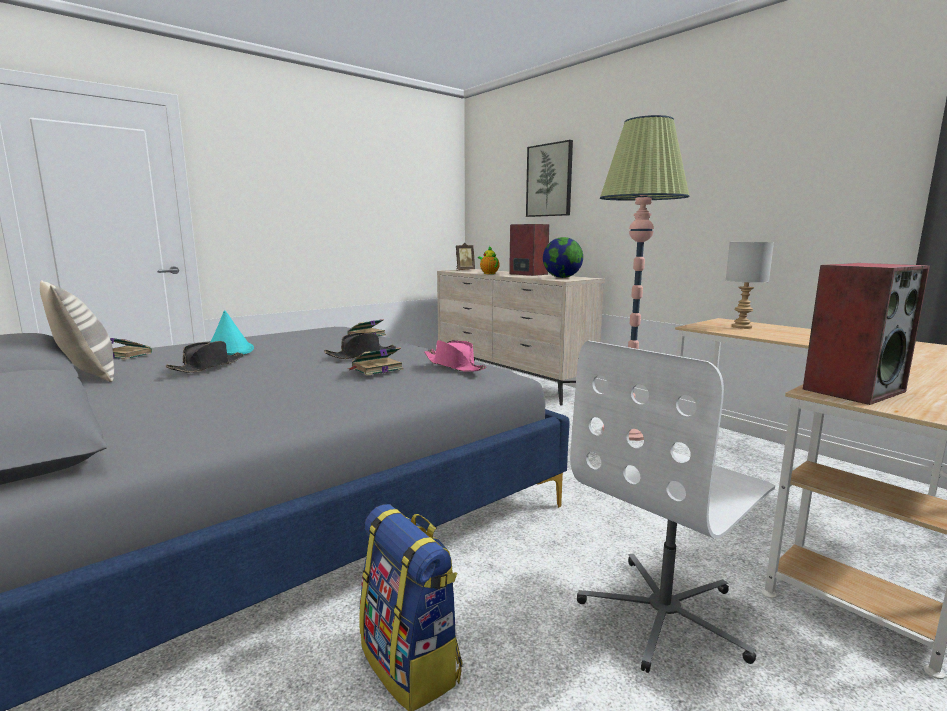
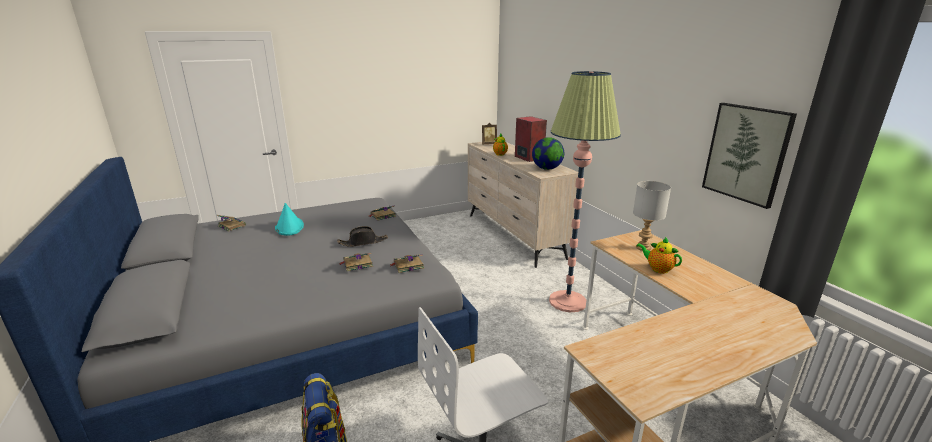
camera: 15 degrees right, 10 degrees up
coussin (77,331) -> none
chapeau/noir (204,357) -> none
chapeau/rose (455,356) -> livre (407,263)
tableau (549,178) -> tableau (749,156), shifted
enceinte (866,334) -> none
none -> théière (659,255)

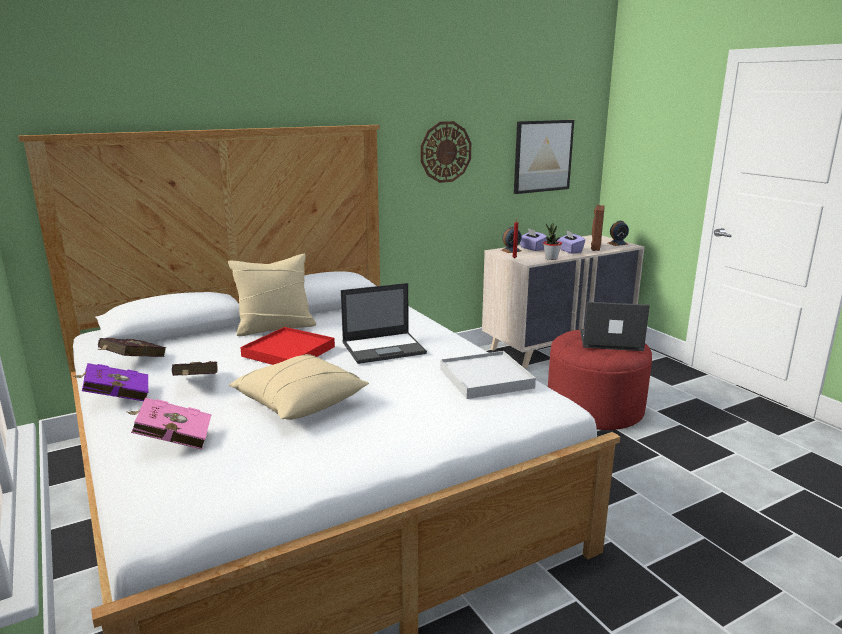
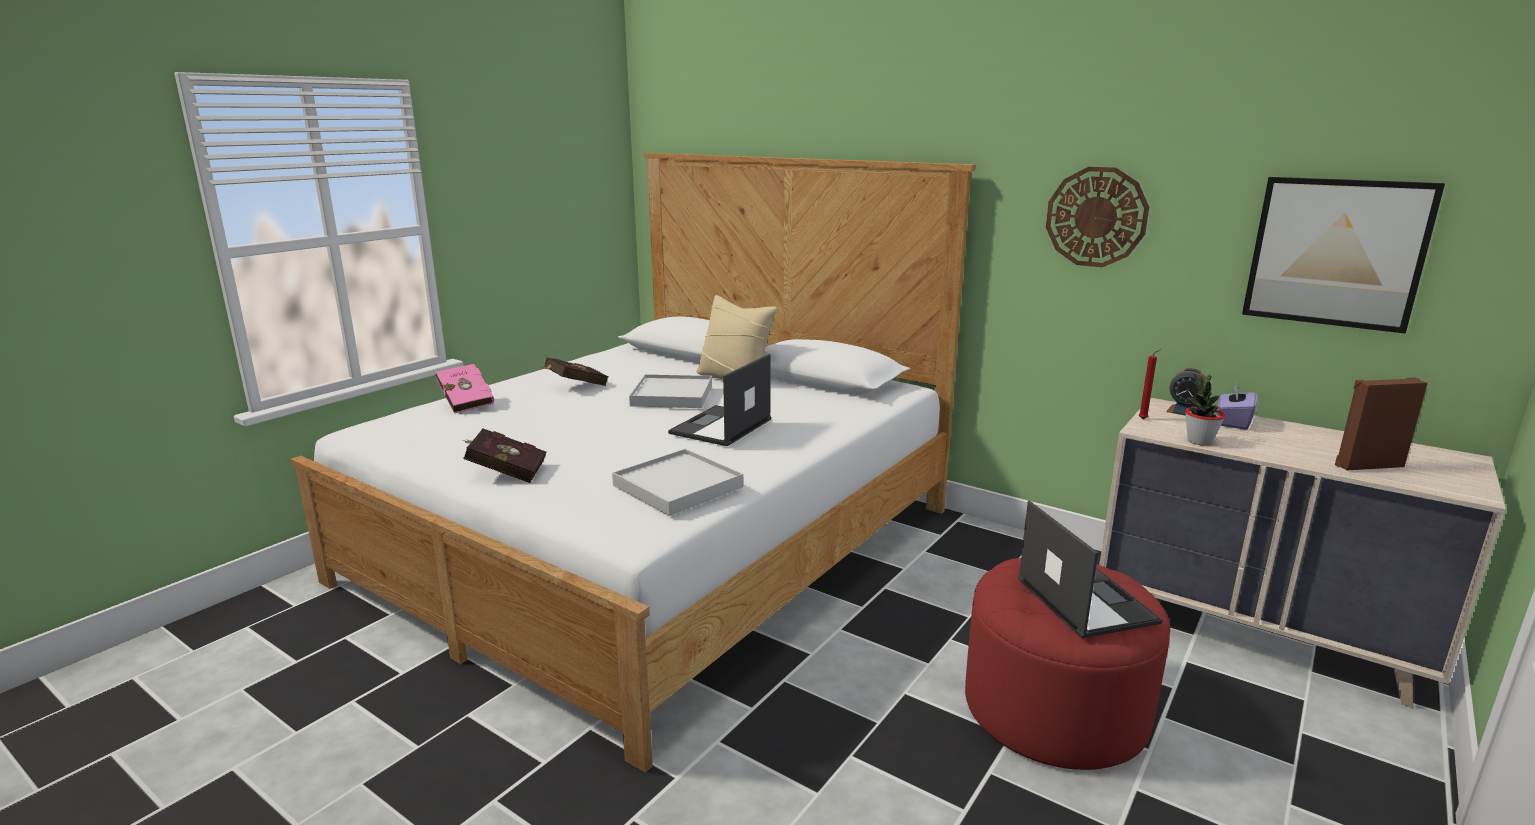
camera: 65 degrees right, 0 degrees up
livre/violet (111,382) -> none
livre/rouge (131,347) -> livre/rouge (504,456), shifted
coussin/beige (299,387) -> none
plateau/rouge (287,346) -> plateau/blanc (670,391)
ordinateur portable (384,323) -> ordinateur portable (719,400), 75 degrees clockwise
boîte à mouchoirs/violet (571,242) -> none
réveil (618,233) -> none

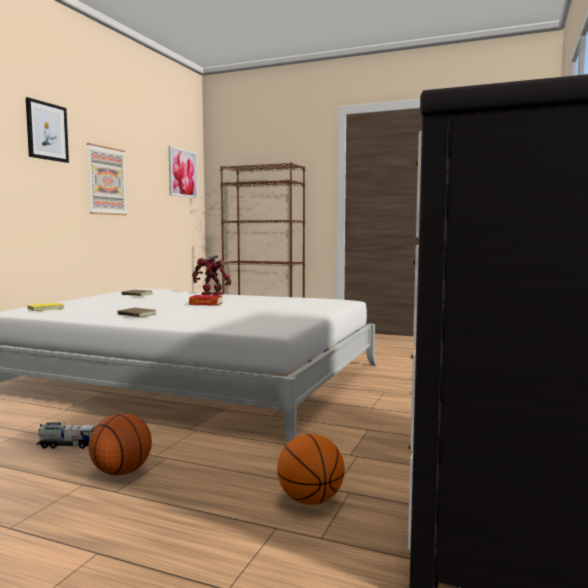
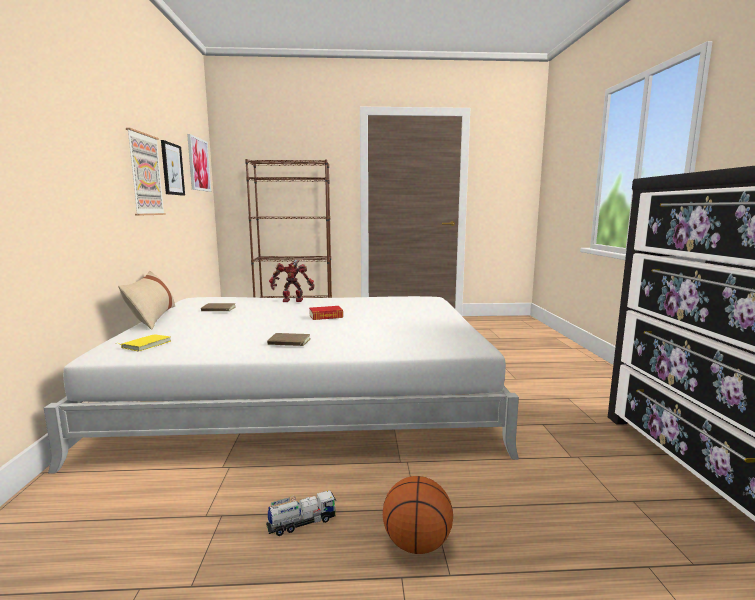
camera: 25 degrees left, 5 degrees up
tableau (47,130) -> tableau (173,168), shifted
ballon de basket (311,469) -> none
none -> coussin/beige (146,300)

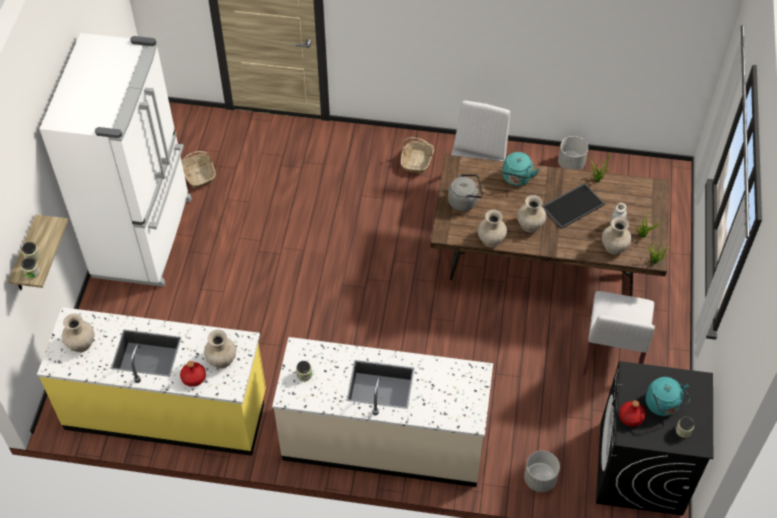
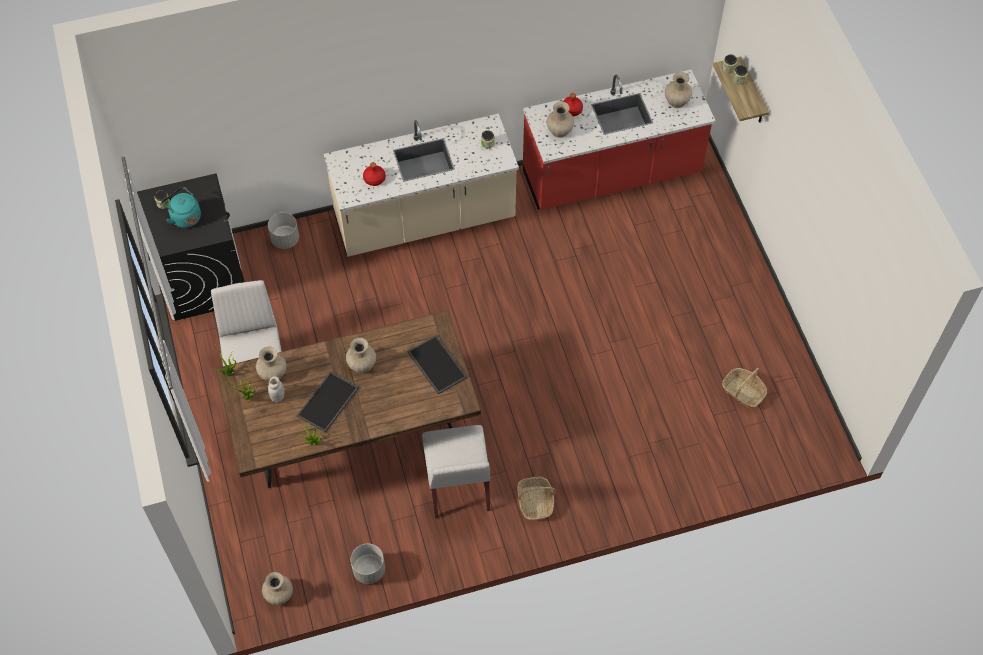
camera: 155 degrees right, 5 degrees up
comptoir de cuisine/jaune (151,381) -> comptoir de cuisine/rouge (619,139)
réfrigérateur/blanc (116,160) -> none
bouilloire/gris (465,192) -> plateau (437,364)
vase/beige (492,228) -> vase/beige (277,588), shifted
bouilloire/turquoise (520,169) -> none
bouteille/rouge (632,413) -> bouteille/rouge (374,174), shifted

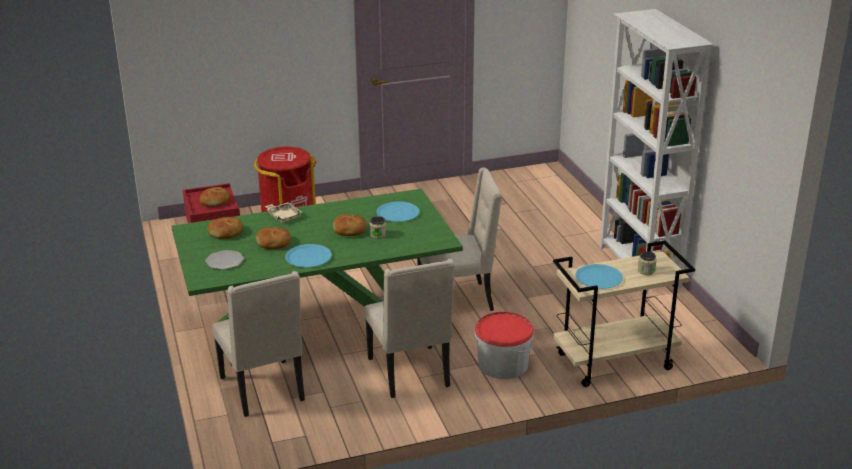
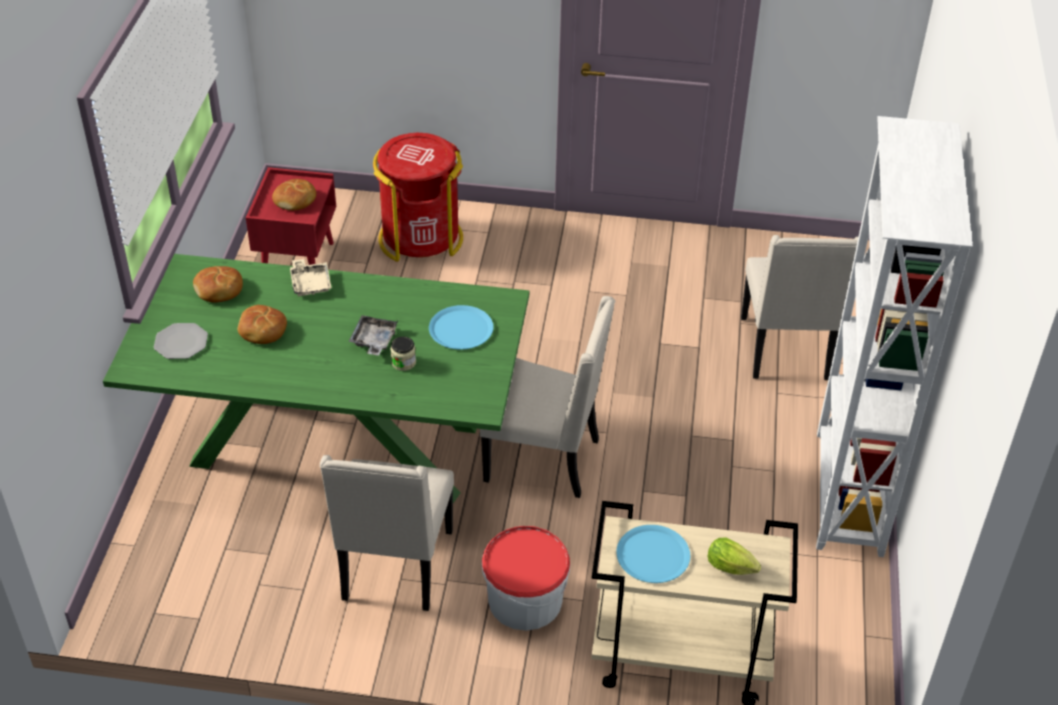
camera: 25 degrees right, 15 degrees up
chaise/beige (258,344) -> chaise/beige (799,307), shifted
assiette/bleu (308,255) -> none
pain (350,225) -> plateau/gris (373,335)
bocal (647,263) -> laitue (734,556)

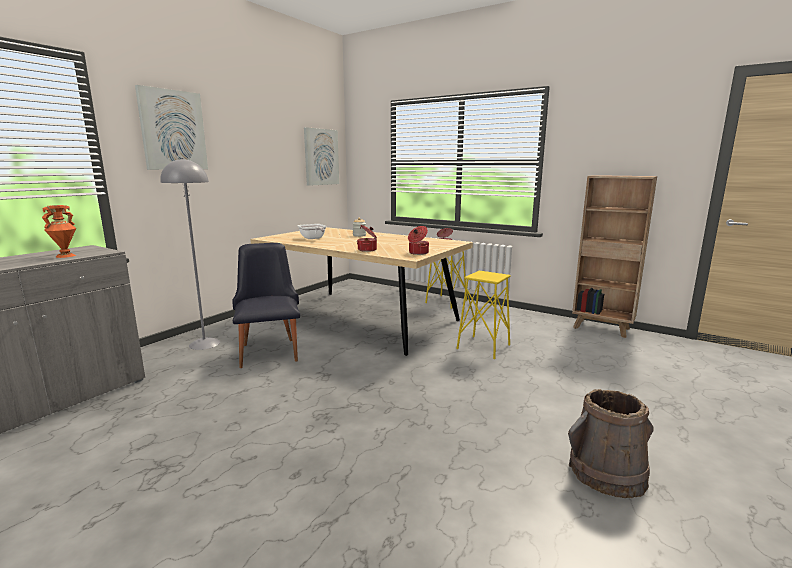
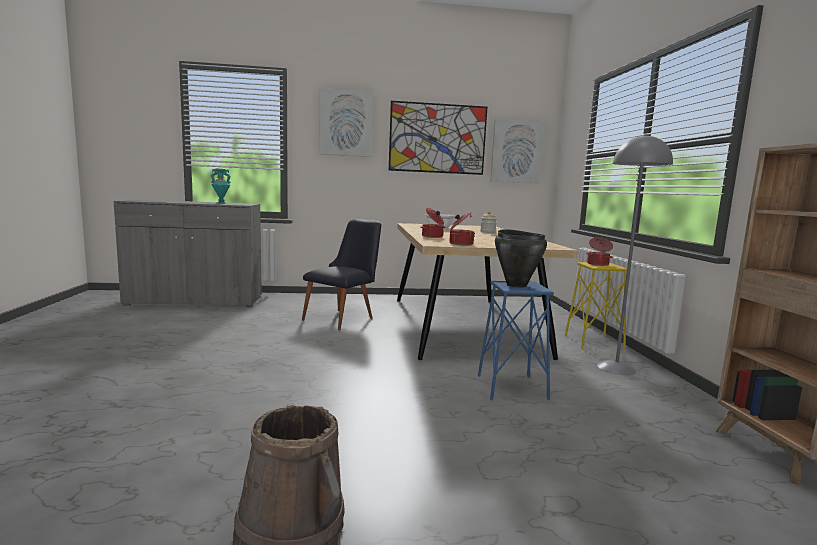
camera: 50 degrees right, 5 degrees down
vase/orange (59,231) -> vase/turquoise (221,186)
lampadaire/gris (190,254) -> lampadaire/gris (635,254), shifted
tabouret/jaune (483,315) -> tabouret/bleu (516,340)
none -> tableau (438,138)
none -> marmite/noir (521,258)

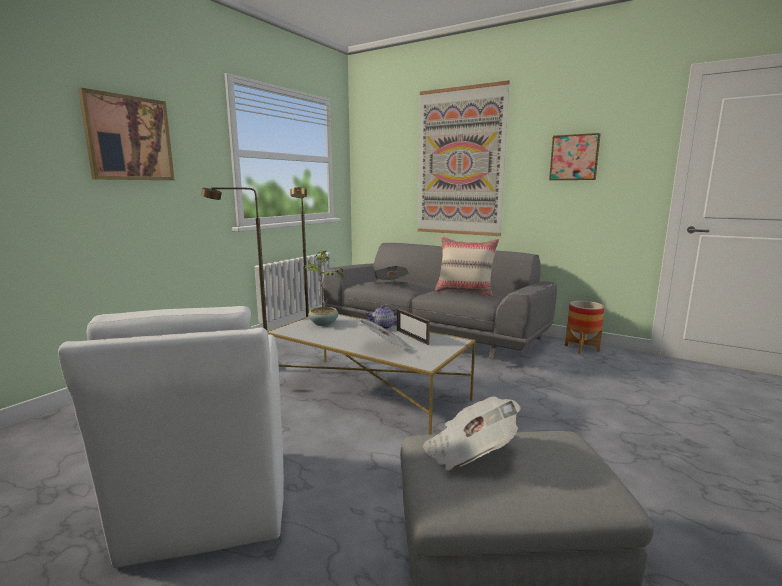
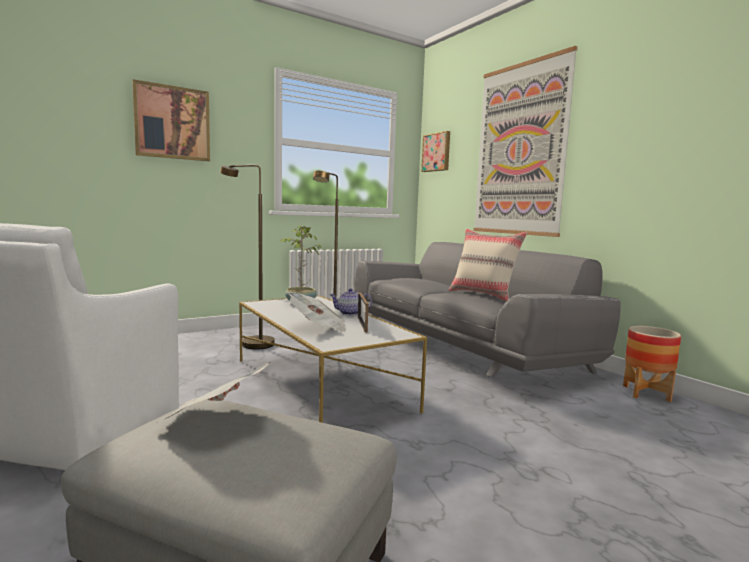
camera: 25 degrees right, 5 degrees down
journal (391,273) -> none
tableau (575,156) -> tableau (435,151), shifted

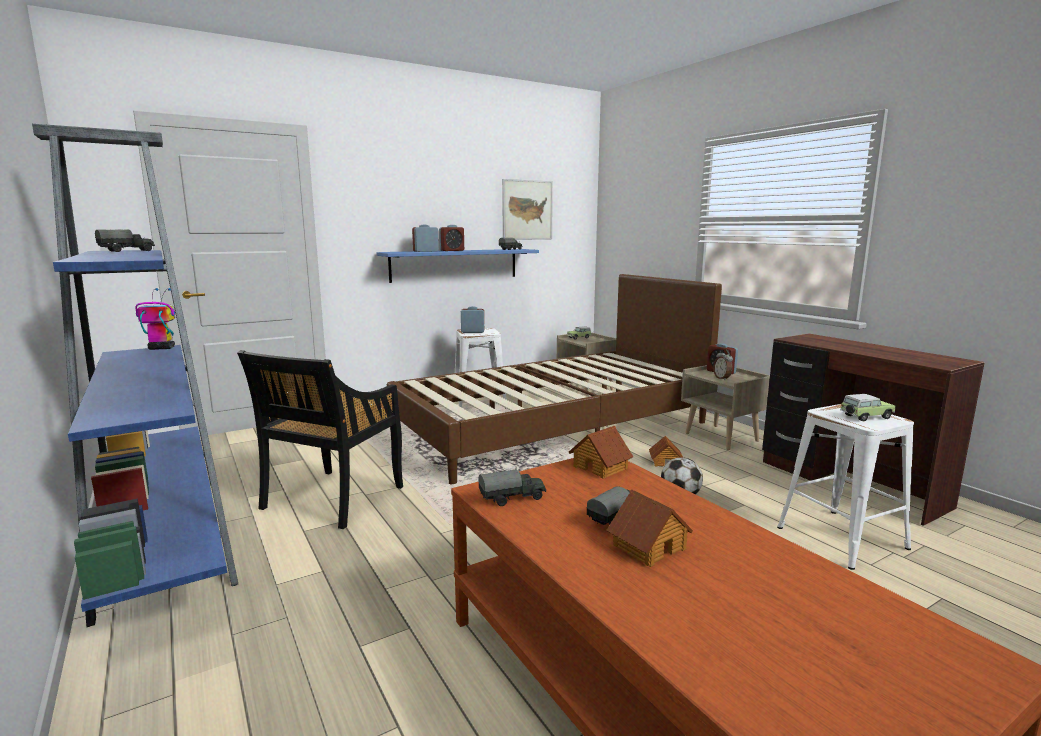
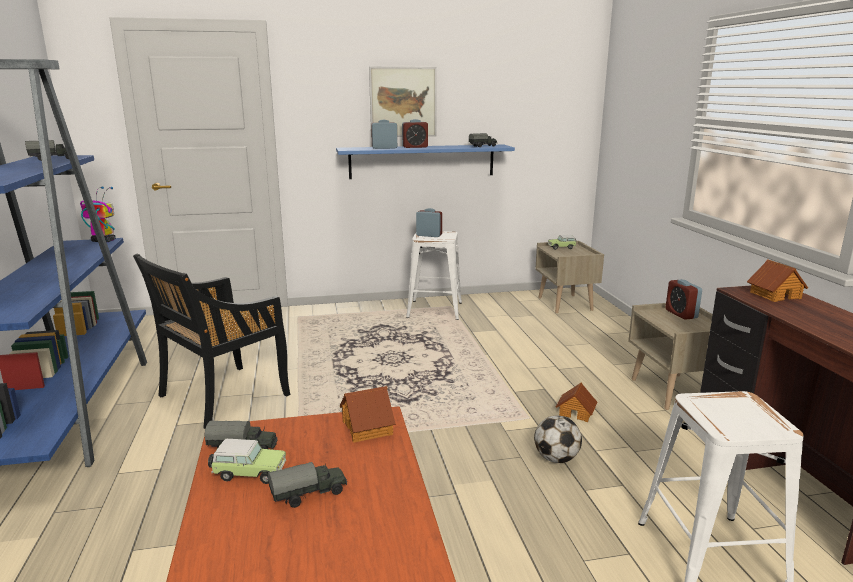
camera: 20 degrees right, 5 degrees up
lit/marron (554,379) -> none
tableau (527,209) -> tableau (403,102), shifted
maison miniature (650,528) -> maison miniature (777,280), shifted
réveil (723,365) -> none
petite voiture (868,407) -> petite voiture (247,461), shifted

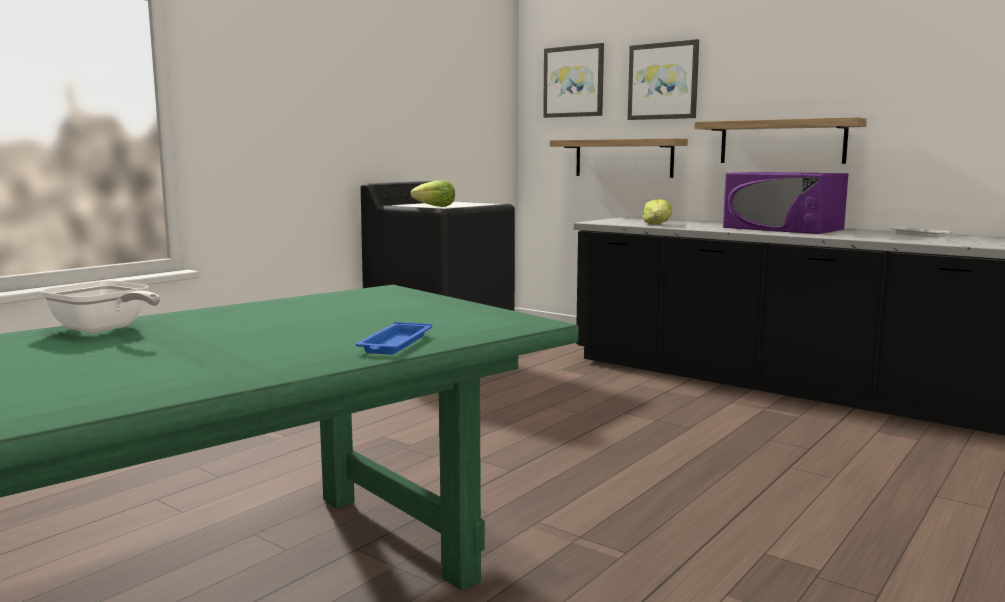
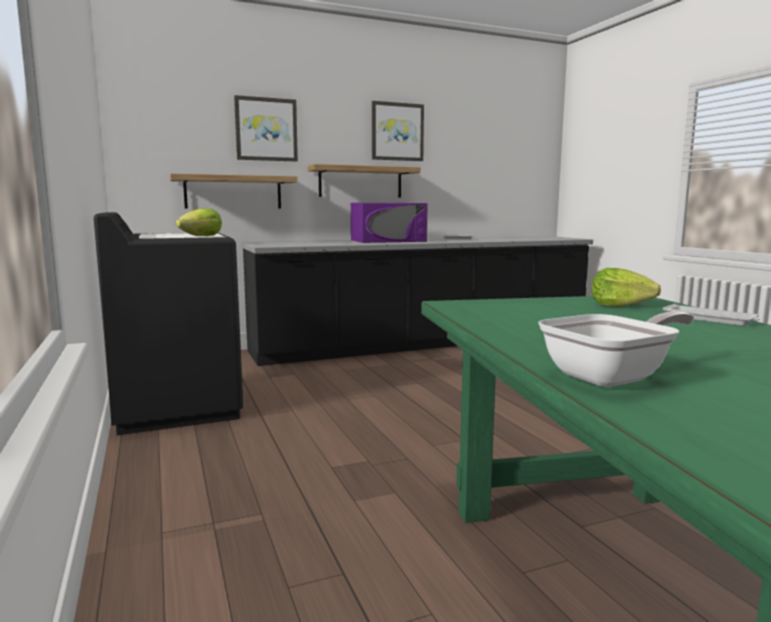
camera: 60 degrees left, 0 degrees up
plateau/bleu (394,338) -> plateau/blanc (711,315)
tableau (573,80) -> tableau (398,131), shifted
laitue (657,211) -> laitue (626,287), shifted

